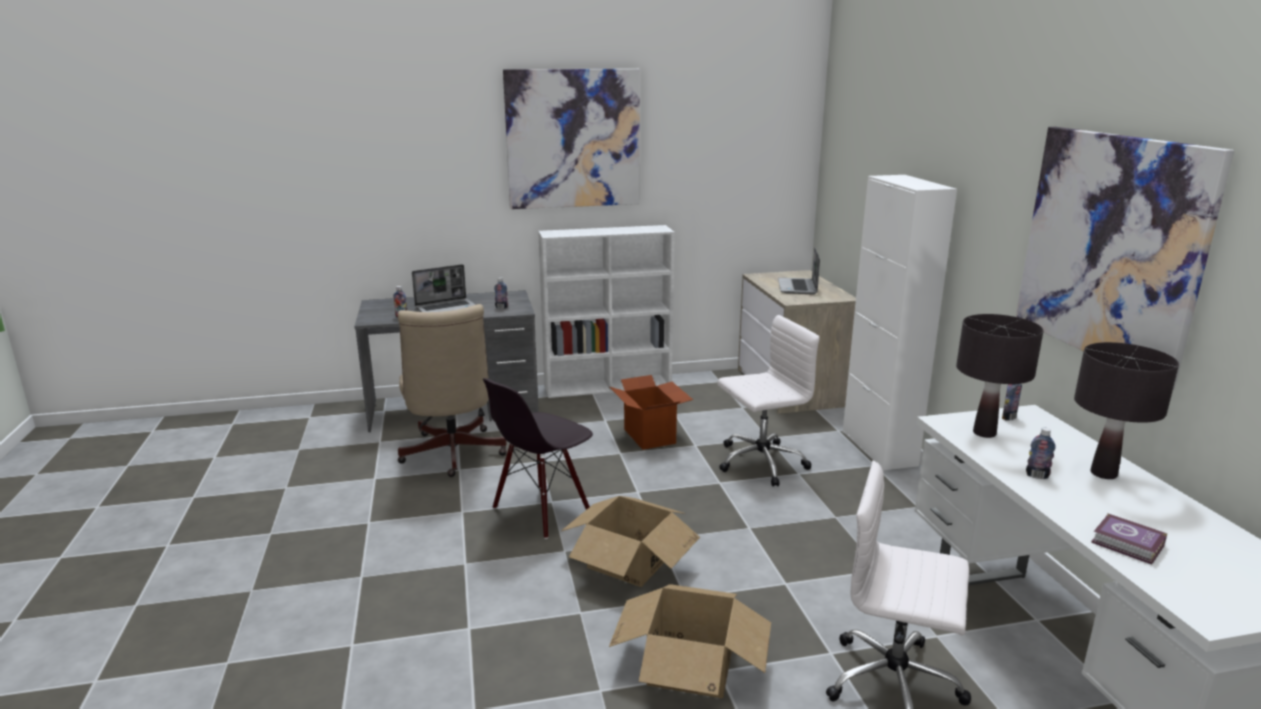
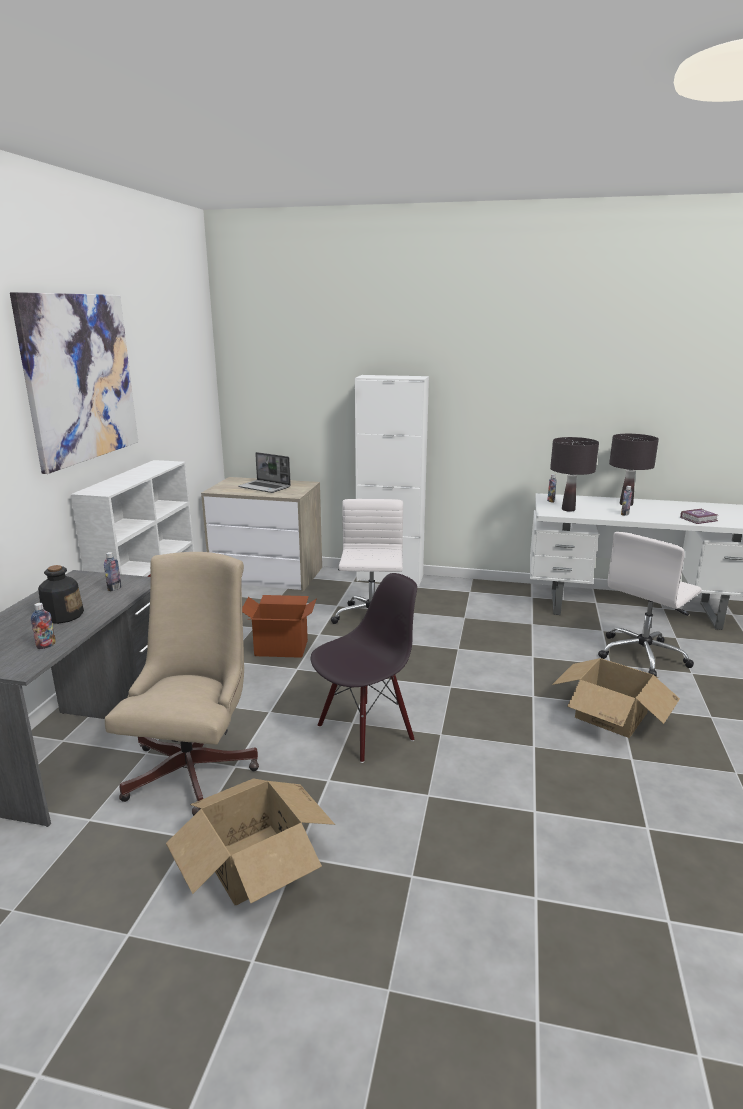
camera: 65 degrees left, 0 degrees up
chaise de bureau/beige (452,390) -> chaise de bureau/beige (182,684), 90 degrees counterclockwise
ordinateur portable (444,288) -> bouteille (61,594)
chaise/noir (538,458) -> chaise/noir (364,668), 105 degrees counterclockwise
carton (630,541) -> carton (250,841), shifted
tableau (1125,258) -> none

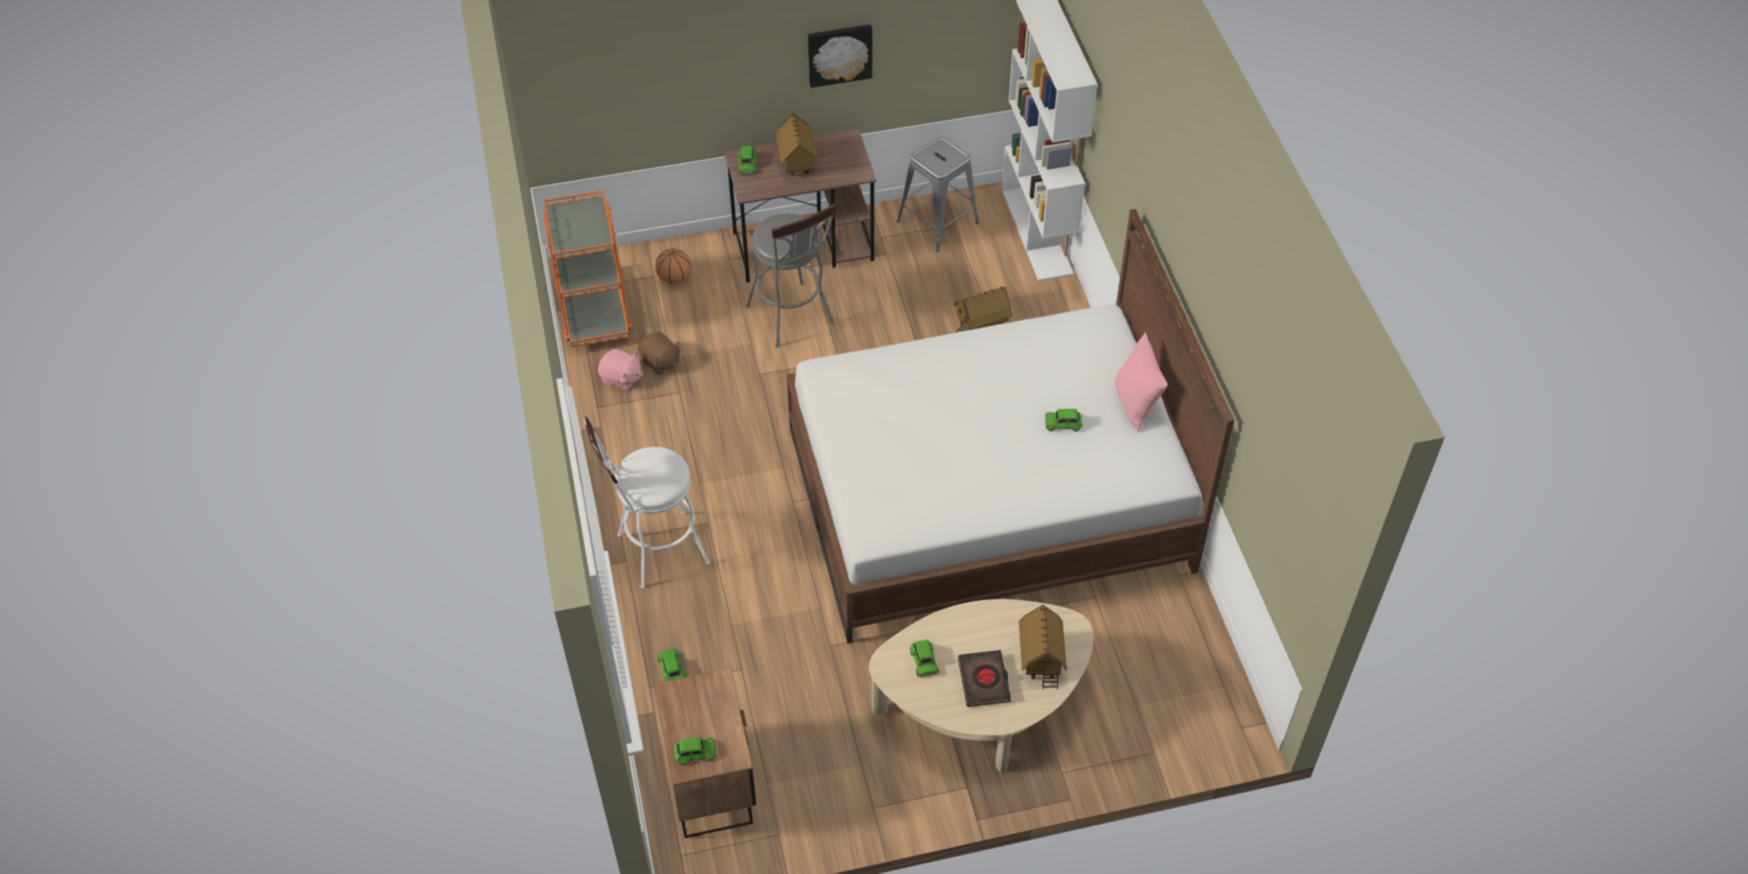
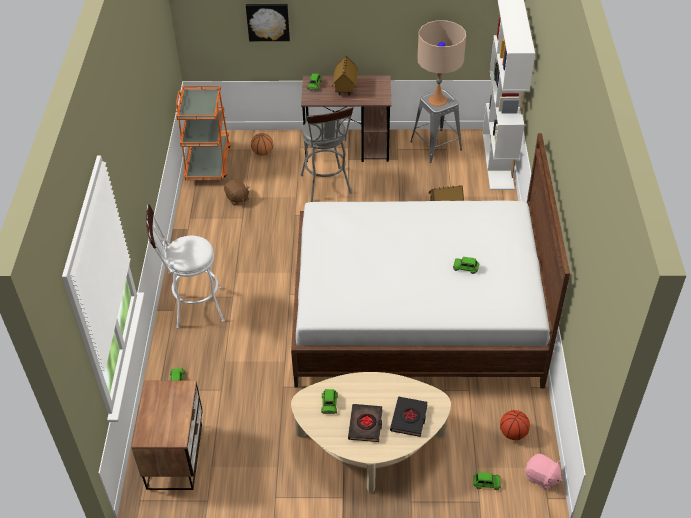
camera: 15 degrees right, 5 degrees down
peluche/rose (620,369) -> peluche/rose (543,472), shifted
petite voiture/vert (695,751) -> petite voiture/vert (487,481), shifted
tableau (840,56) -> tableau (268,22), shifted
maison miniature (1043,647) -> livre/noir (409,416)
coussin/rose (1141,382) -> none
none -> lampe de table/beige (441,63)
none -> ballon de basket (515,425)

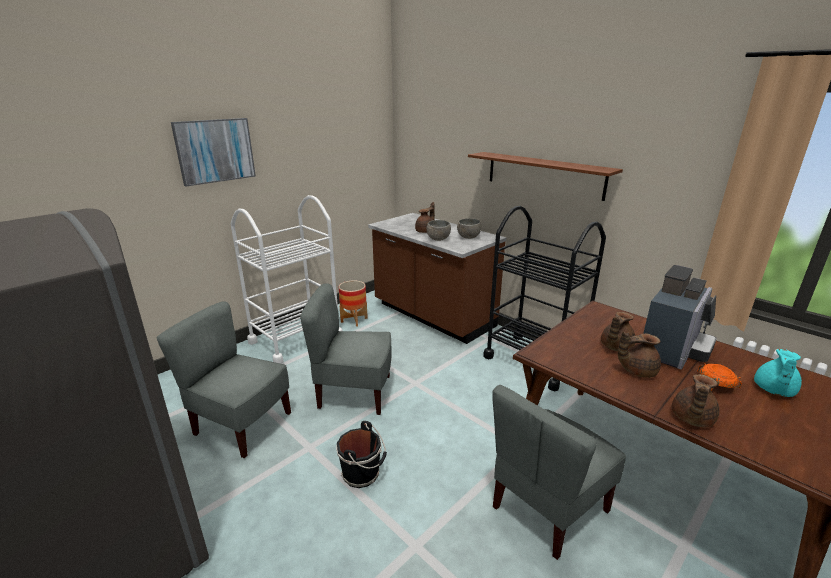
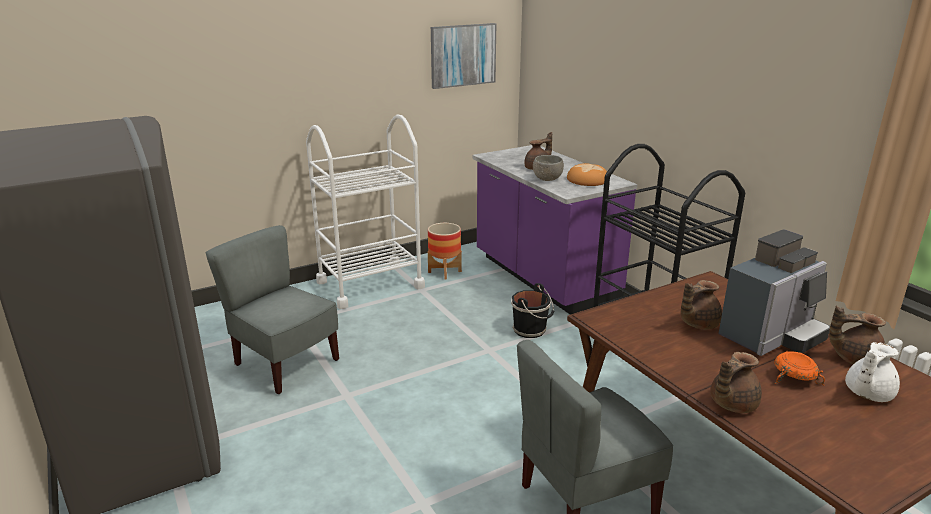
camera: 15 degrees right, 0 degrees up
tableau (213,152) -> tableau (463,56), shifted
chaise/gris (346,349) -> none
seau/noir (361,454) -> seau/noir (533,310), shifted
comptoir de cuisine/marron (437,278) -> comptoir de cuisine/violet (555,230)
bol/gris (469,228) -> pain (587,174)
étagère/marron (545,176) -> none
théière/marron (639,354) -> théière/marron (857,335), shifted
théière/turquoise (778,373) -> théière/blanc (872,372)

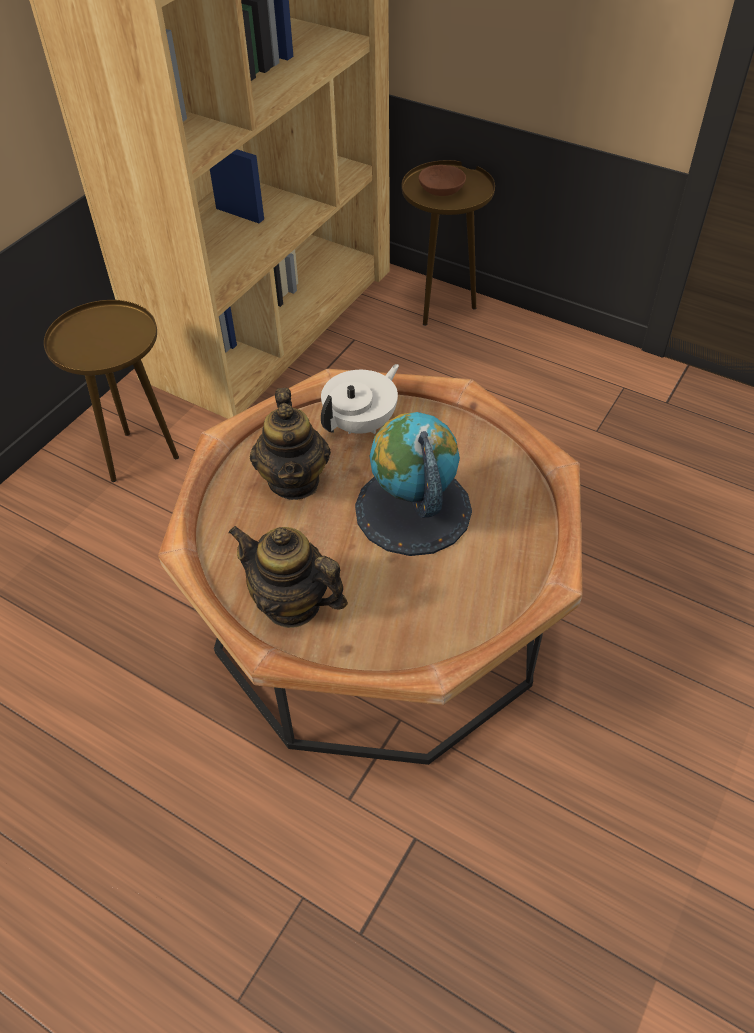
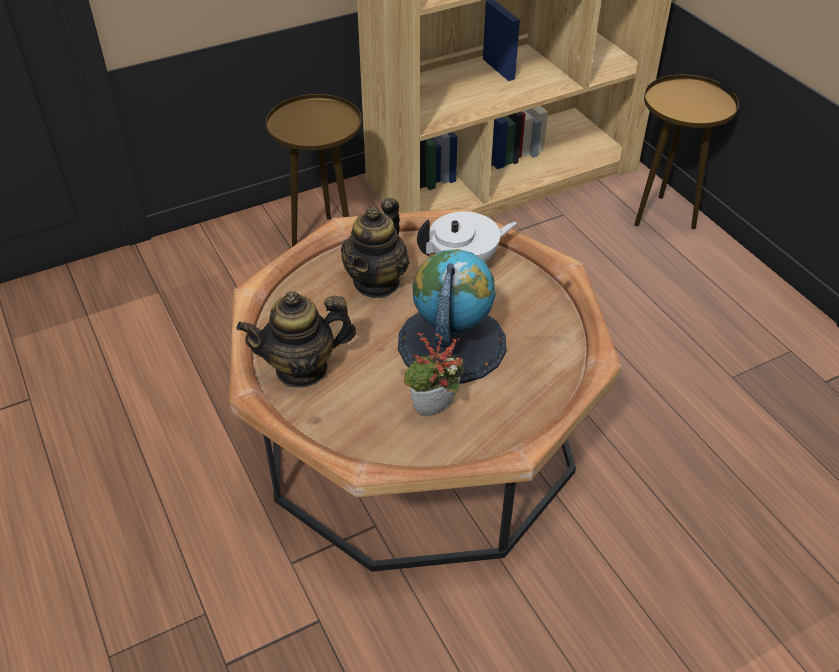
camera: 30 degrees right, 5 degrees down
théière (288,577) -> théière (296,339), 75 degrees counterclockwise
bol/marron (442,180) -> none
none -> plante en pot (434,374)

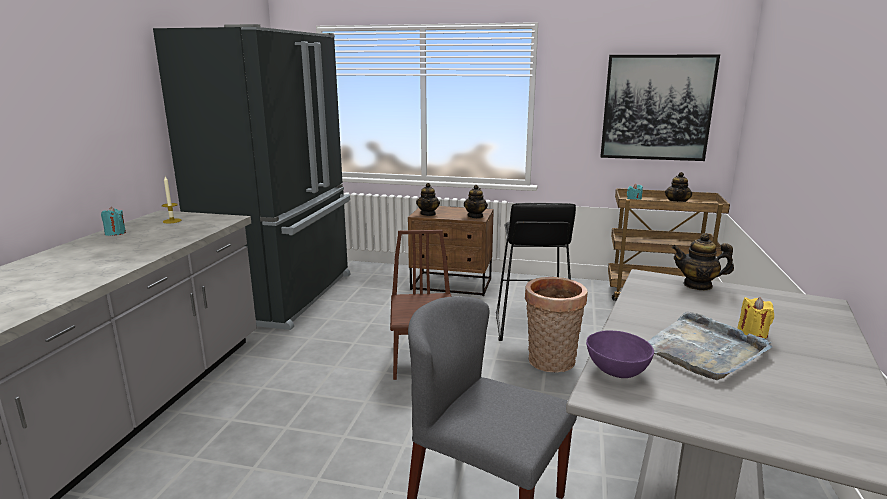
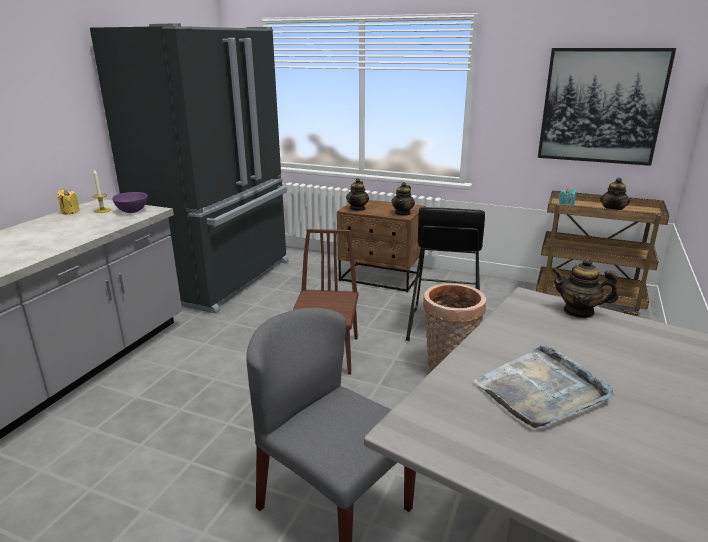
camera: 10 degrees right, 5 degrees up
bougie/turquoise (113,221) -> none
bol/violet (620,354) -> bol/violet (130,202), shifted
bougie/jaune (755,318) -> bougie/jaune (68,202), shifted

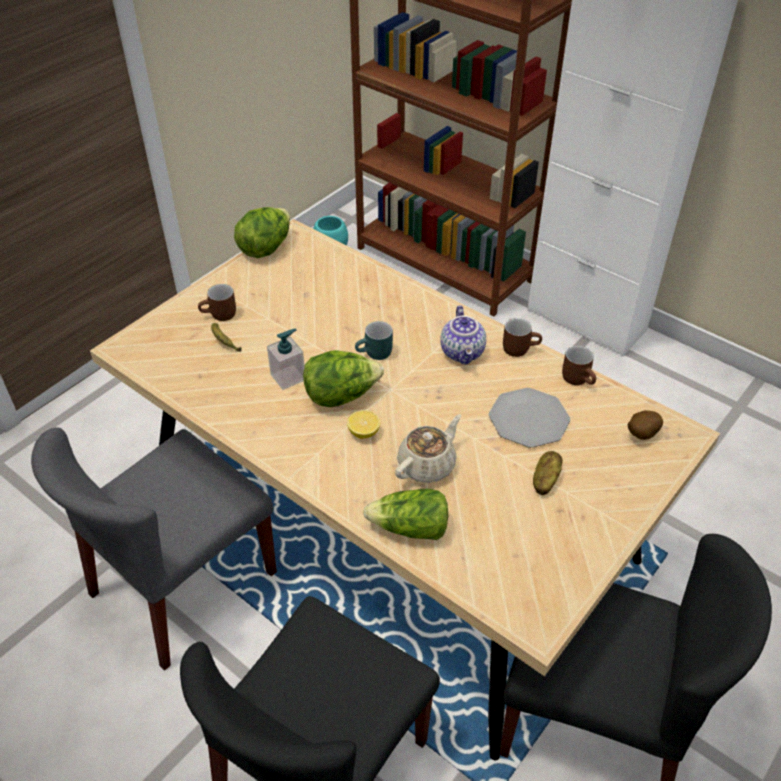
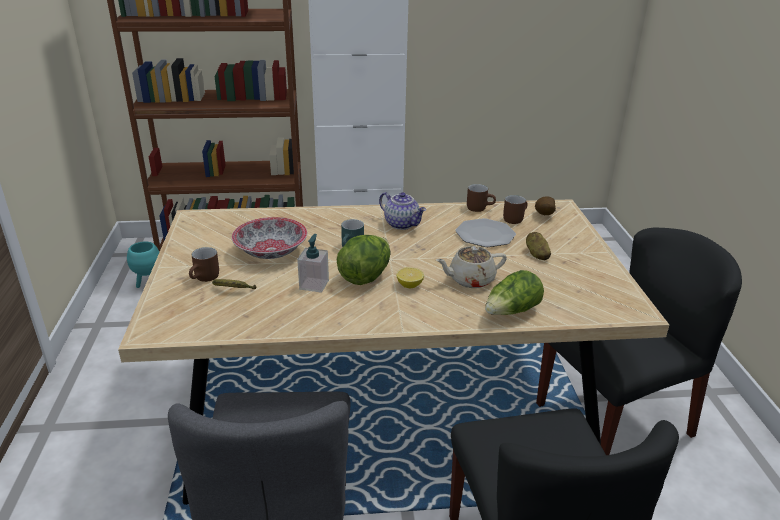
camera: 45 degrees left, 15 degrees down
laitue (262,232) -> none
théière/beige (428,448) -> théière/beige (471,267), 105 degrees counterclockwise
mug/marron (522,337) -> mug/marron (515,209), shifted
none -> bol (269,238)

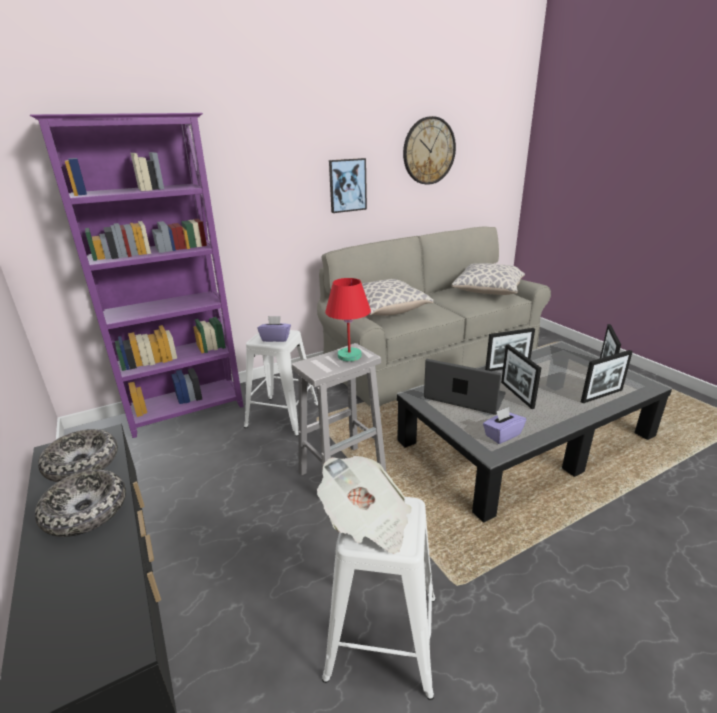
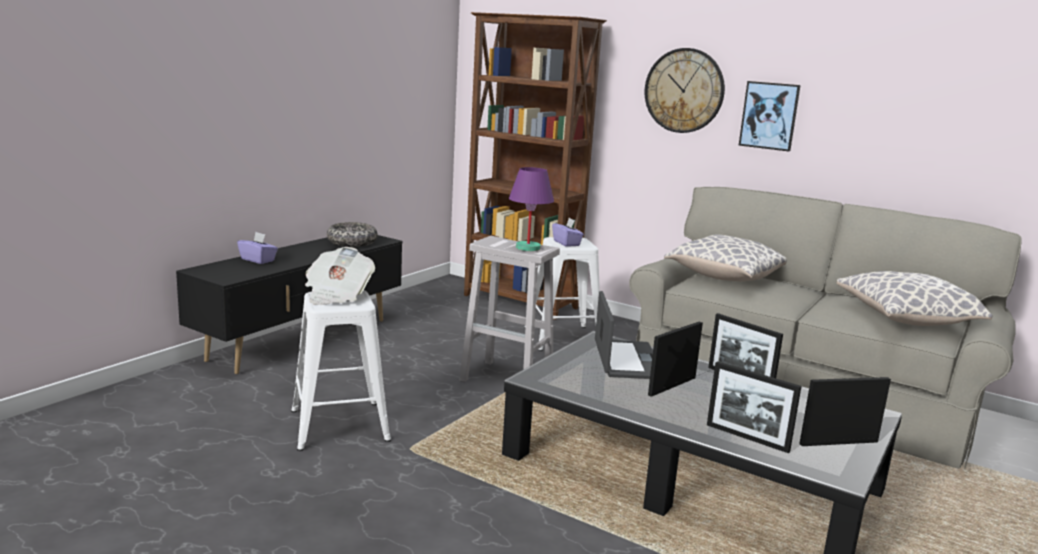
camera: 60 degrees right, 10 degrees down
bibliothèque/violet (137,275) -> bibliothèque/marron (535,166)
bol (80,503) -> none
lampe de table/rouge (348,320) -> lampe de table/violet (531,209)
horloge murale (429,150) -> horloge murale (685,90), shifted
boîte à mouchoirs/violet (504,425) -> boîte à mouchoirs/violet (257,248), shifted

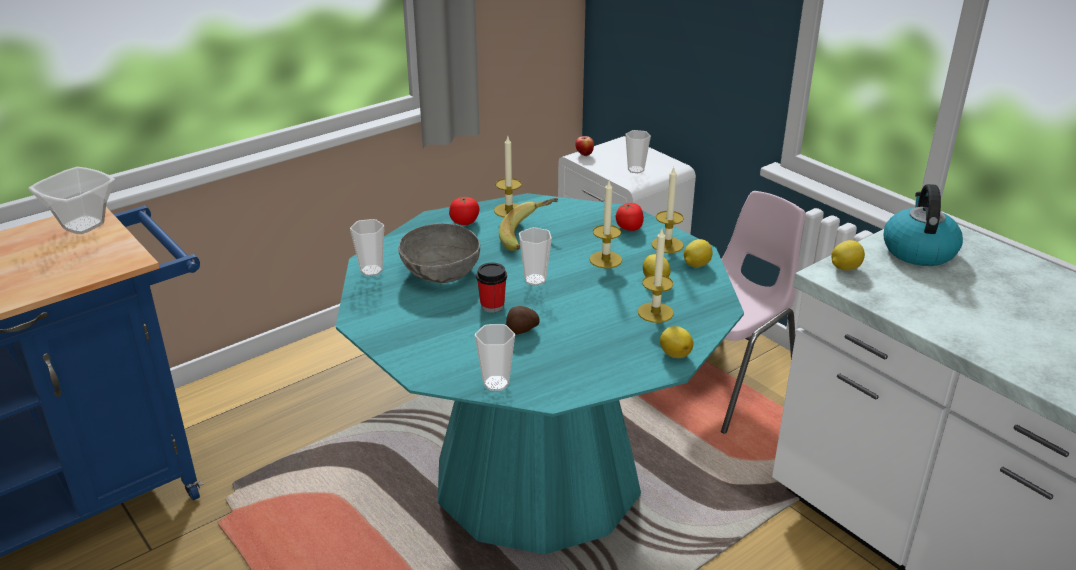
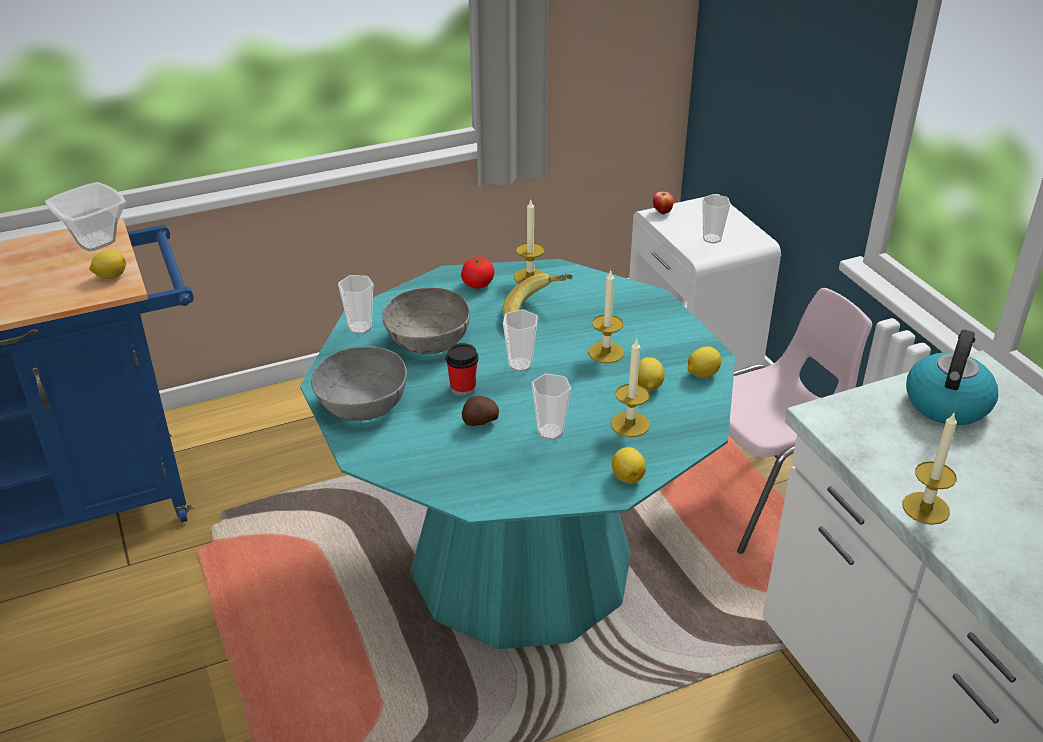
camera: 15 degrees right, 5 degrees up
tasse (495,357) -> tasse (551,406), shifted
tomate (630,217) -> none
bougie (667,210) -> bougie (929,468), shifted
citron (848,255) -> citron (107,264), shifted
none -> bol/gris (359,383)

